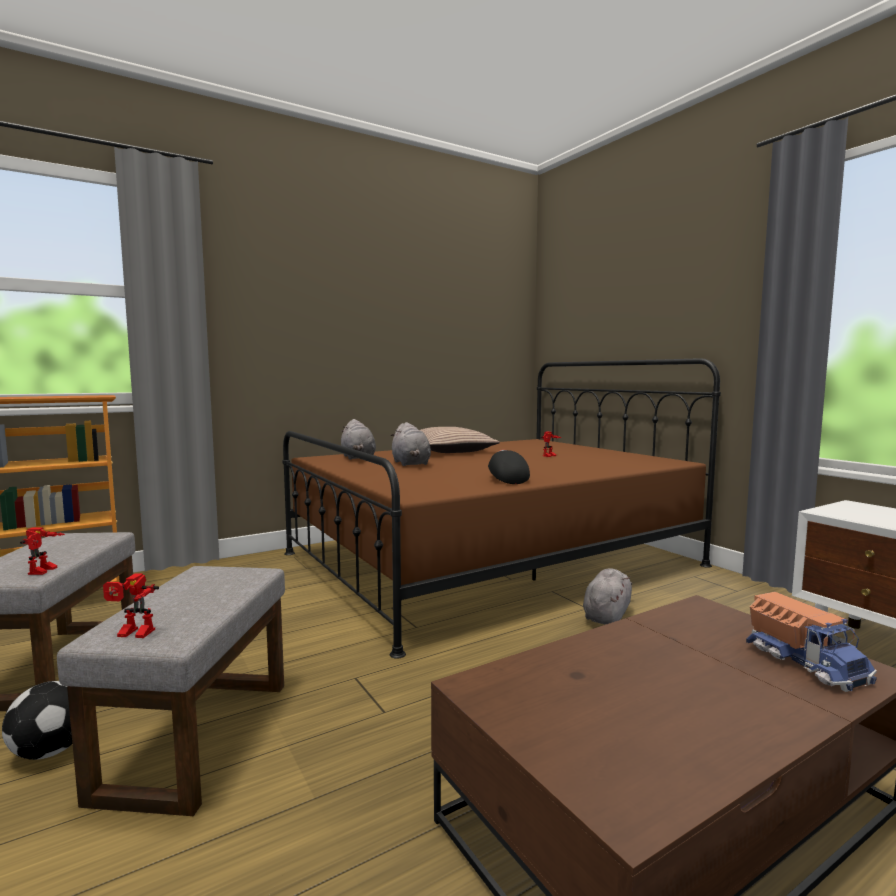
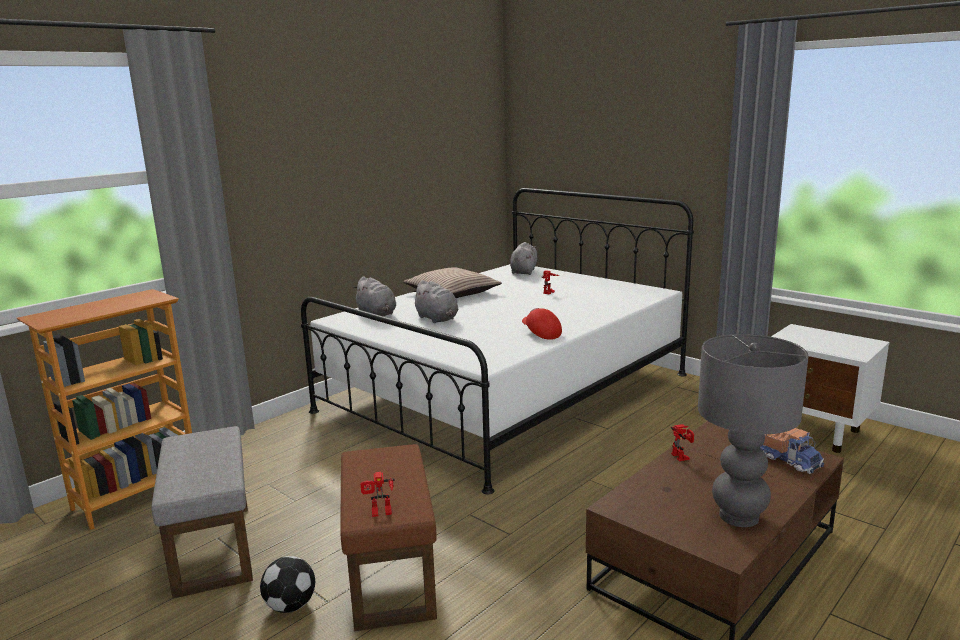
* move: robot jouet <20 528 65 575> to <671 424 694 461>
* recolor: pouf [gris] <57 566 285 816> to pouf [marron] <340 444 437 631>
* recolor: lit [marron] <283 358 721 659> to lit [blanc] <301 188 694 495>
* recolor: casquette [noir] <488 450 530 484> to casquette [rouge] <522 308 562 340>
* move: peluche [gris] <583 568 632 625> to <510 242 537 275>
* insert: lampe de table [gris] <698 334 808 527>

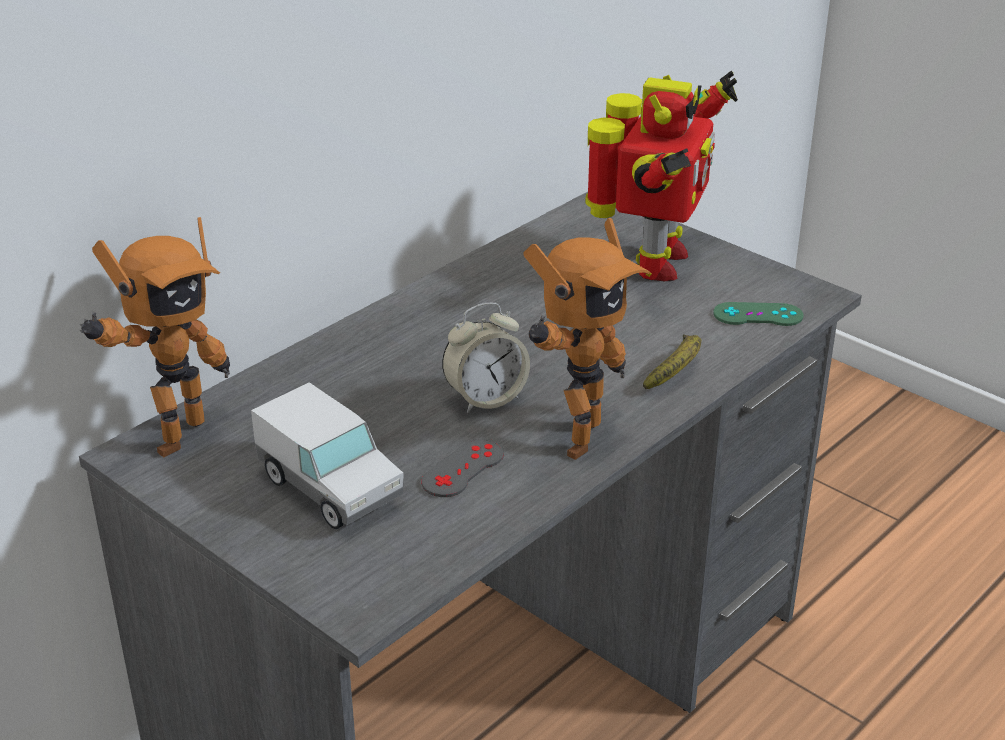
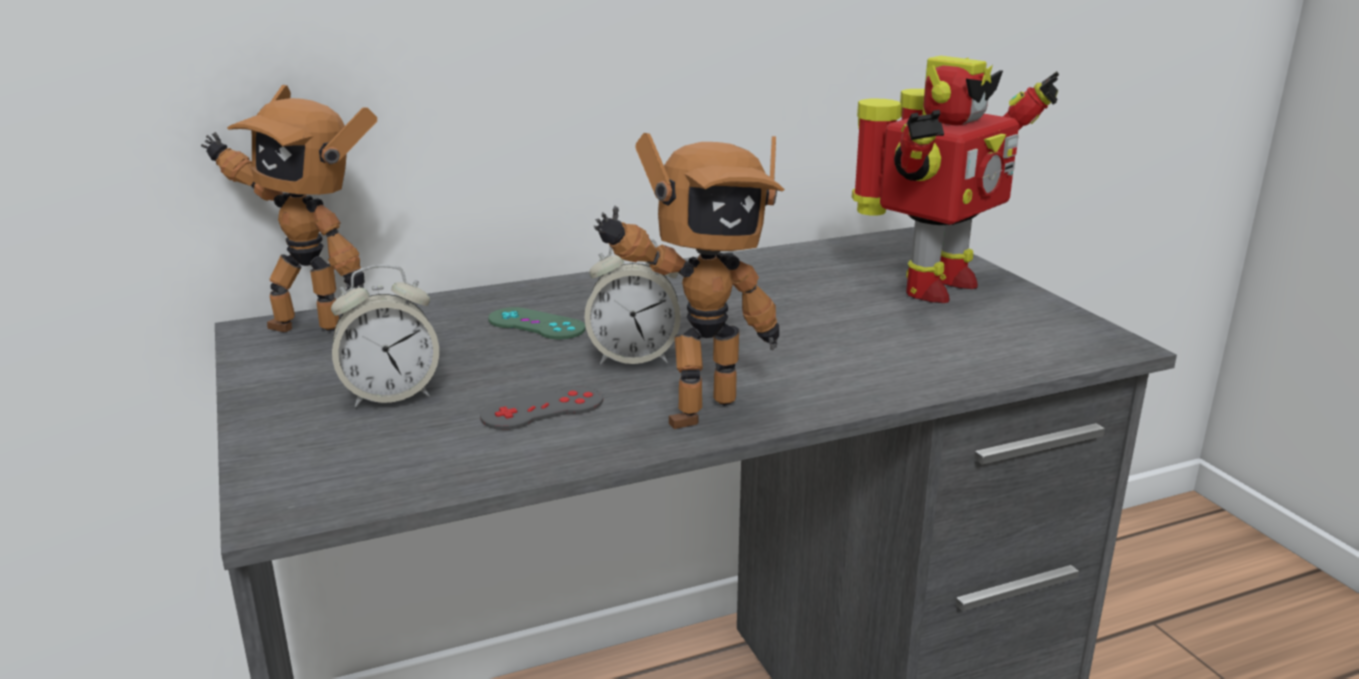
* rotate: robot jouet <80 217 230 457> = <201 85 377 332> 45 degrees clockwise
* replace: camion jouet <251 382 404 529> to réveil <331 265 439 407>
* delete: banane <643 334 701 389>
* move: manette [vert] <713 302 803 326> to <488 307 585 339>

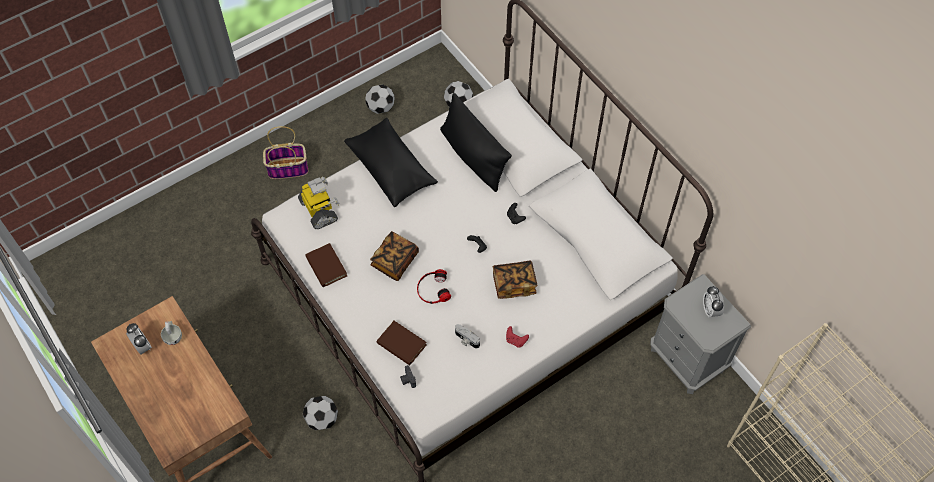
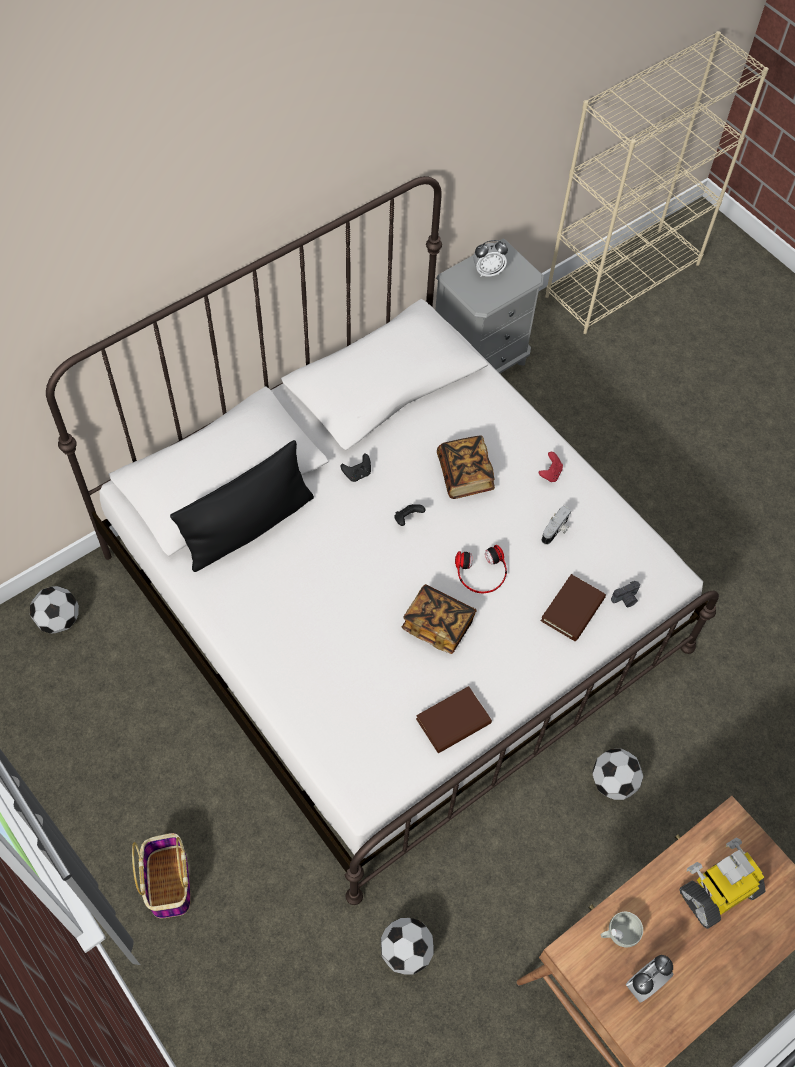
* move: robot jouet <298 177 339 229> to <679 838 766 929>
* delete: coussin [noir] <344 118 438 207>
* move: ballon de foot <365 84 395 114> to <381 918 434 975>

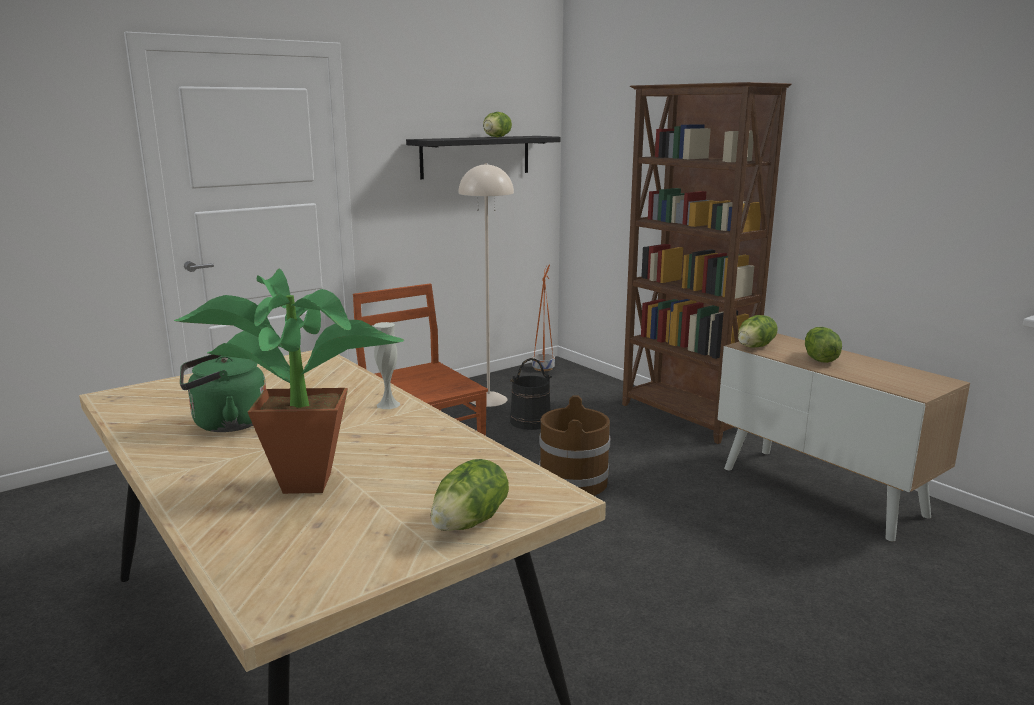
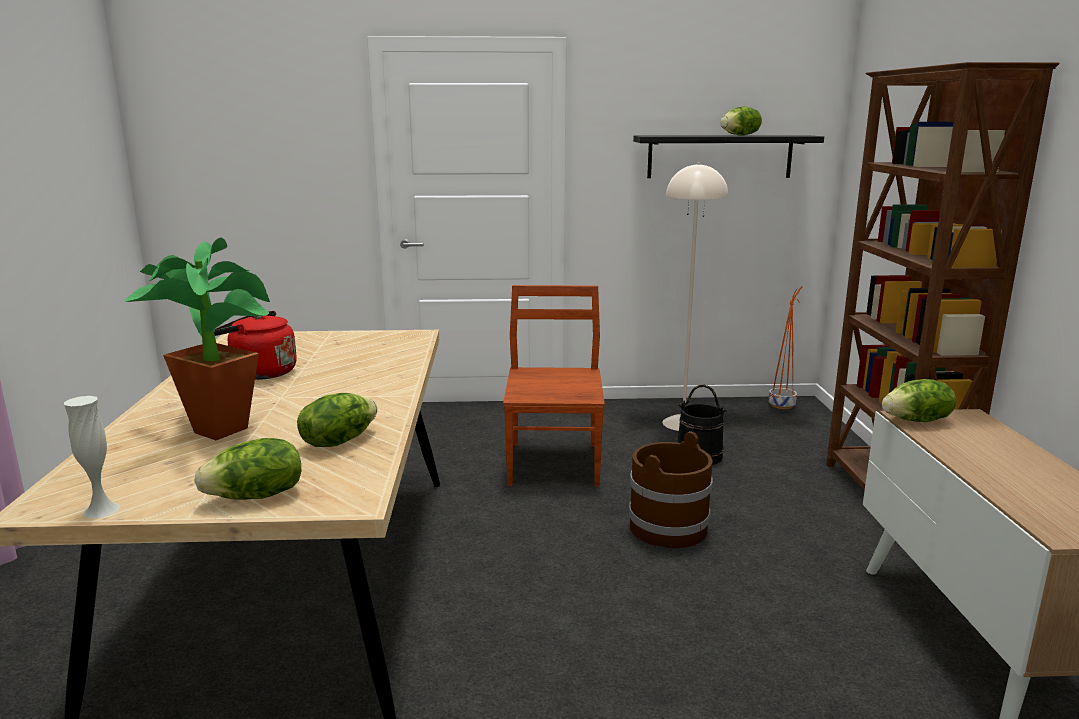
* recolor: bouilloire [vert] <180 354 266 432> to bouilloire [rouge] <214 311 297 380>
* move: vase [blanc] <373 322 400 409> to <64 396 120 518>
* move: laitue <805 327 842 363> to <297 393 377 447>

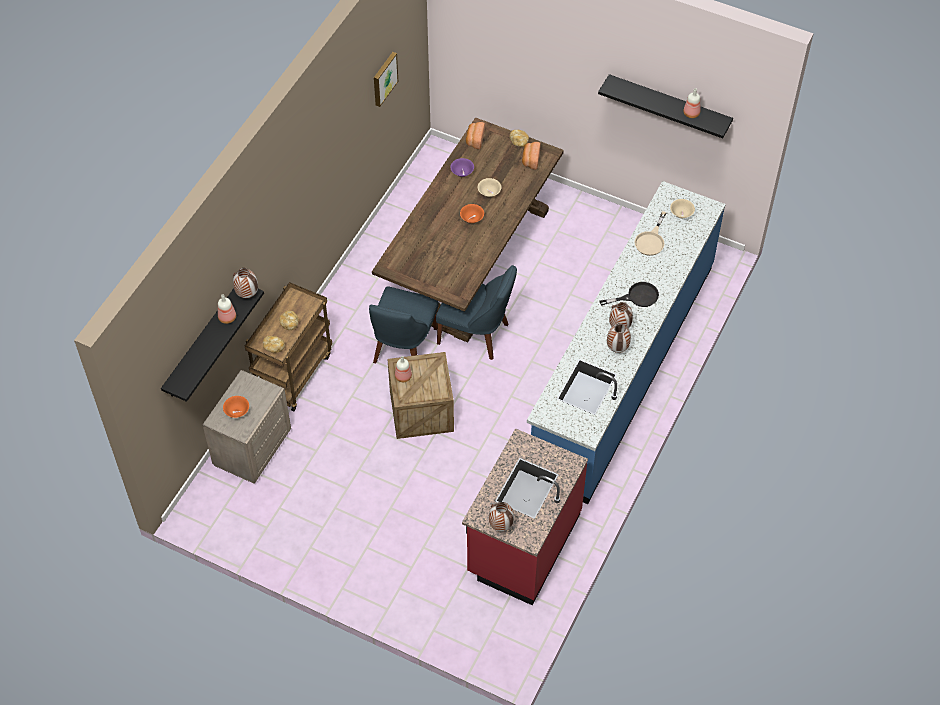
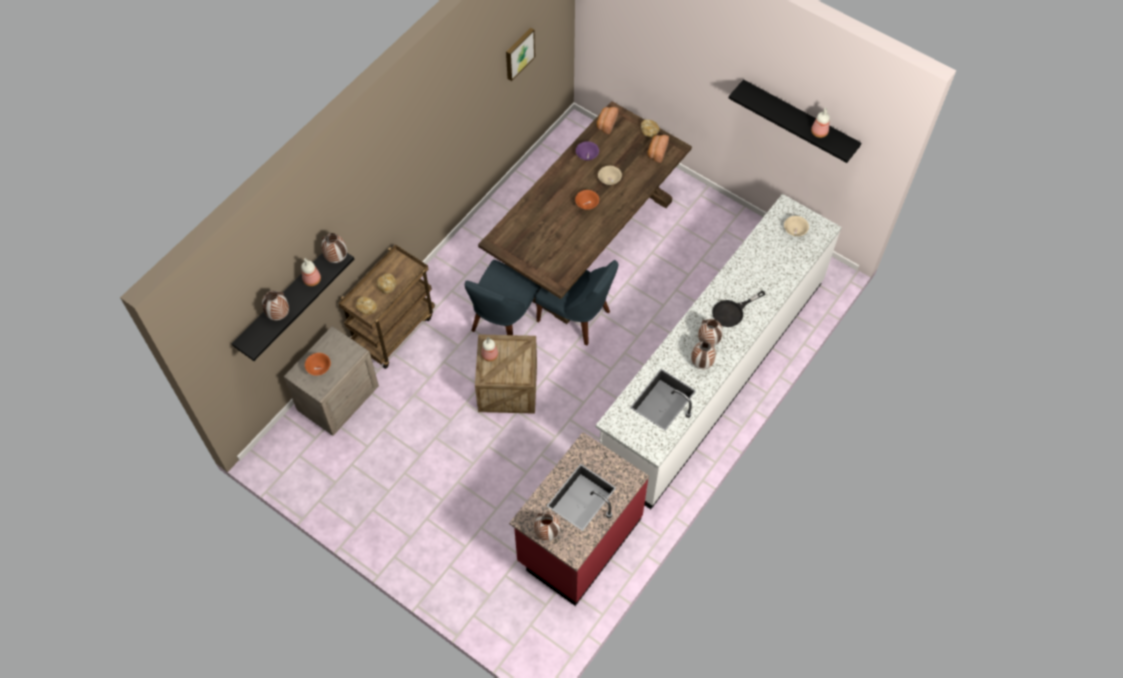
* recolor: comptoir de cuisine [bleu] <527 181 726 504> to comptoir de cuisine [blanc] <596 194 842 509>
* rotate: poêle [noir] <600 282 659 307> = <712 290 765 327> 150 degrees clockwise
* delete: poêle [beige] <635 211 666 256>
* insert: vase <262 290 289 321>

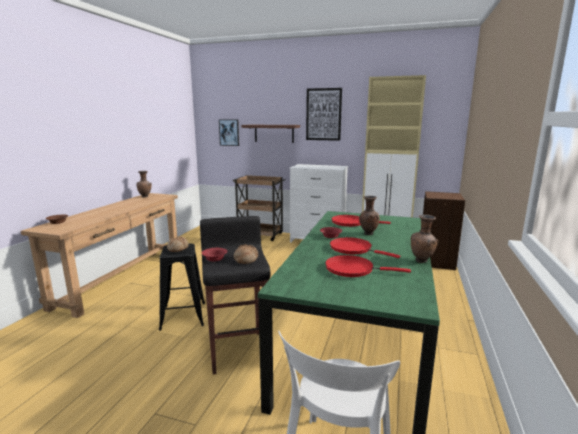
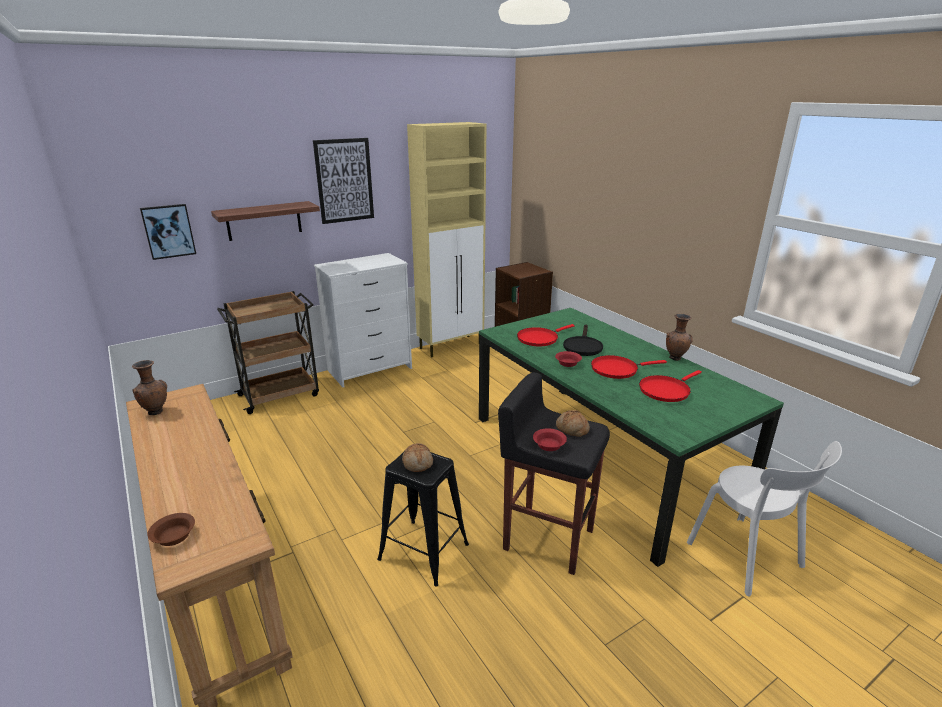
* replace: vase [marron] <359 196 380 235> to poêle [noir] <563 325 603 356>

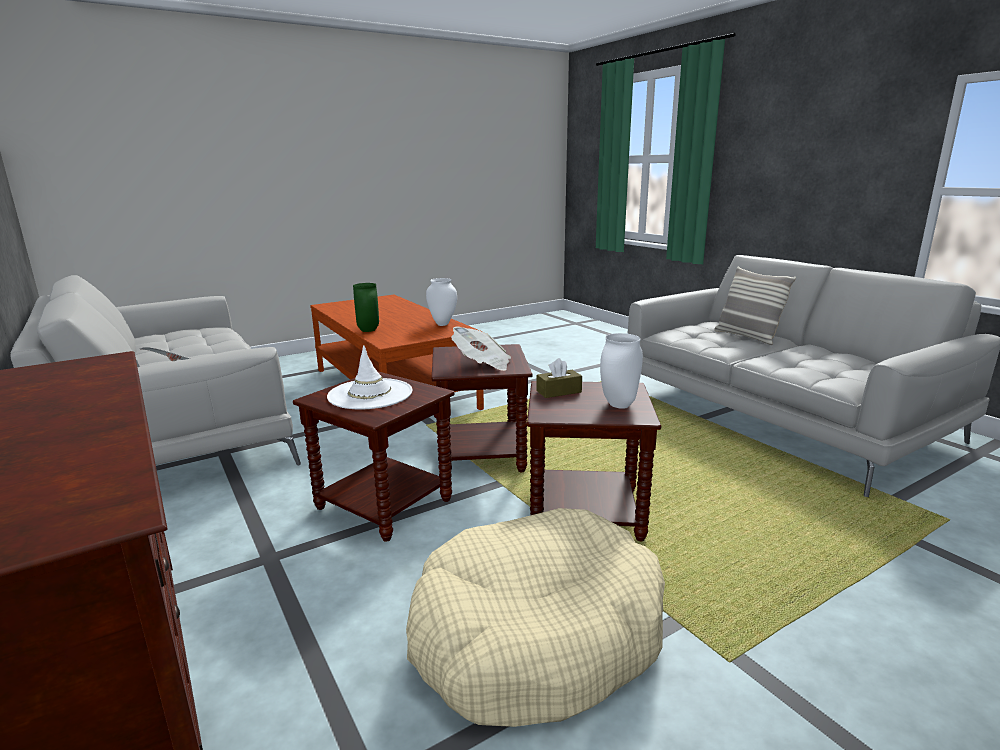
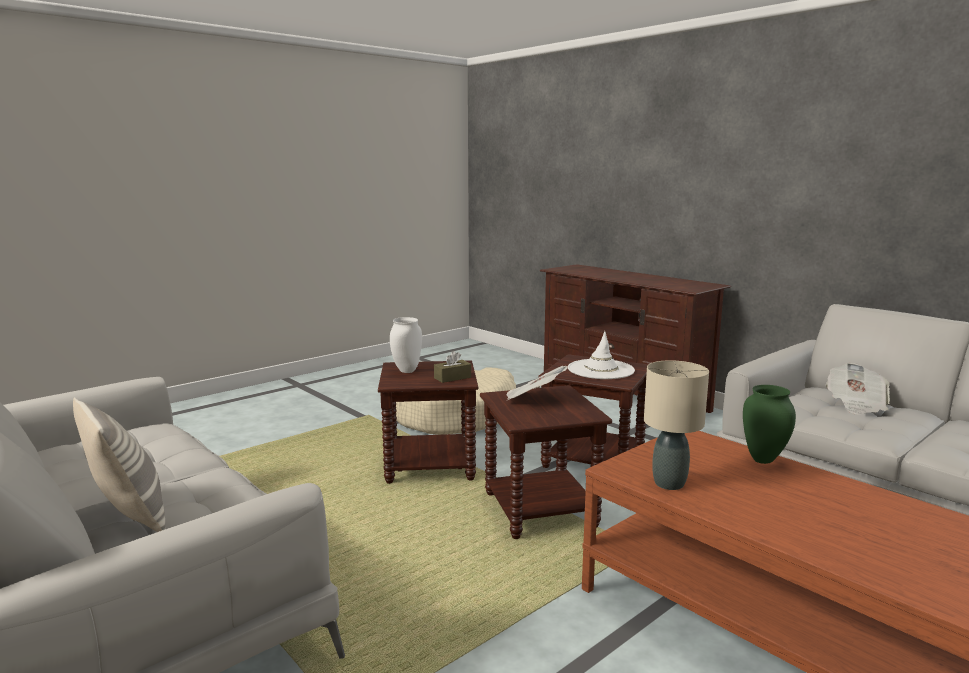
* replace: vase [blanc] <426 278 457 326> to lampe de table [beige] <644 360 709 490>

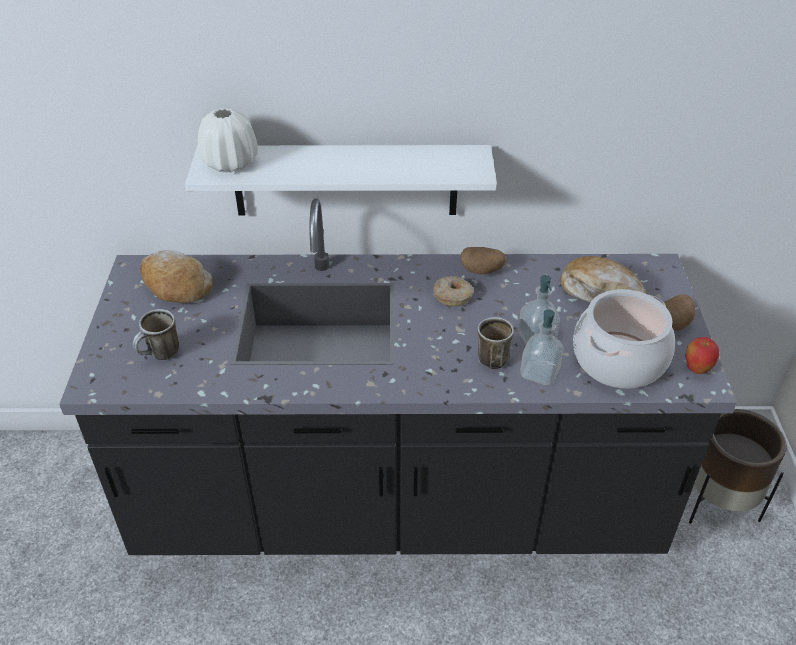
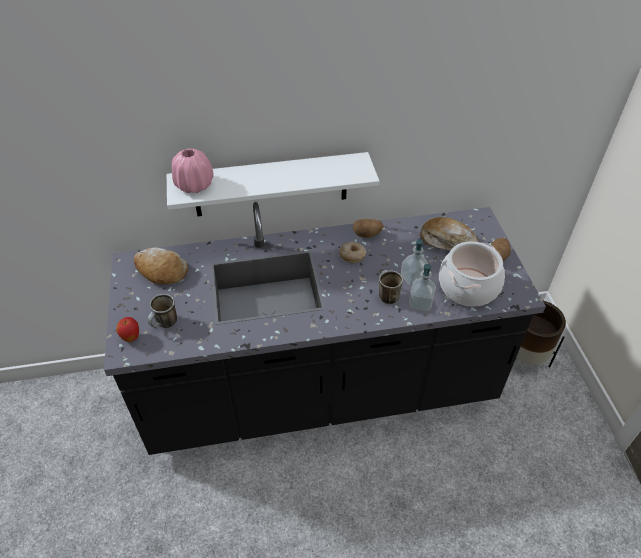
* recolor: vase [blanc] <198 108 258 172> to vase [rose] <172 148 214 193>
* move: pomme <685 337 719 374> to <116 317 139 342>

